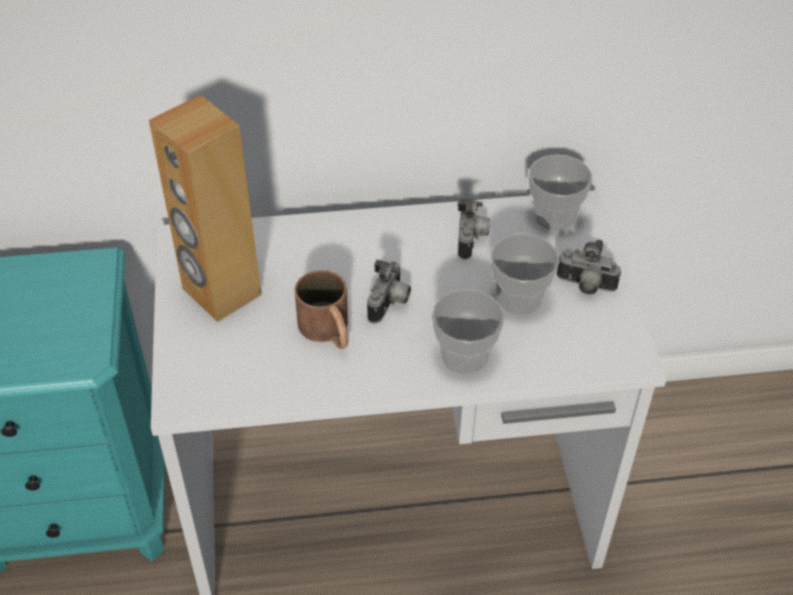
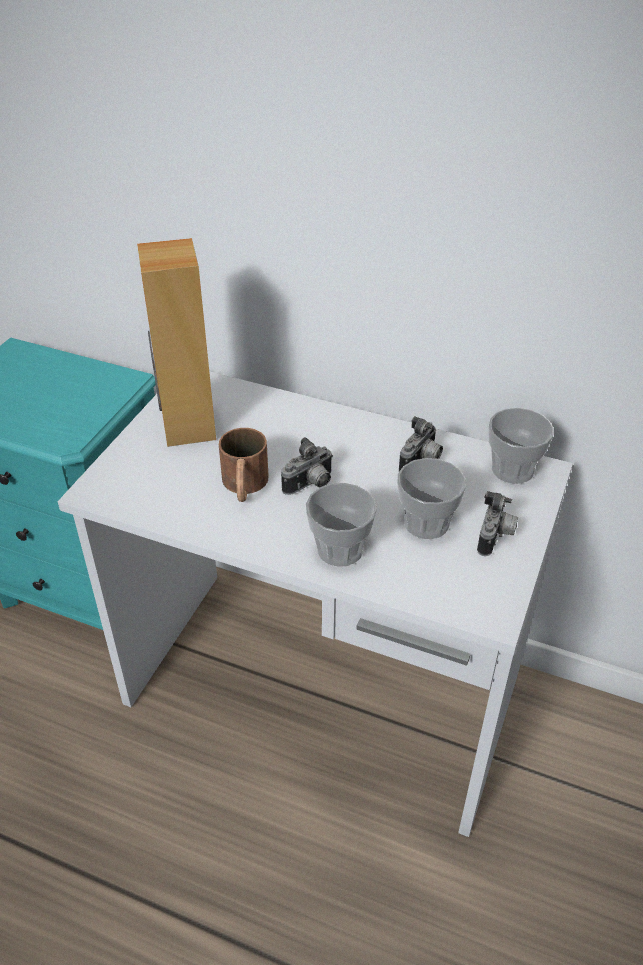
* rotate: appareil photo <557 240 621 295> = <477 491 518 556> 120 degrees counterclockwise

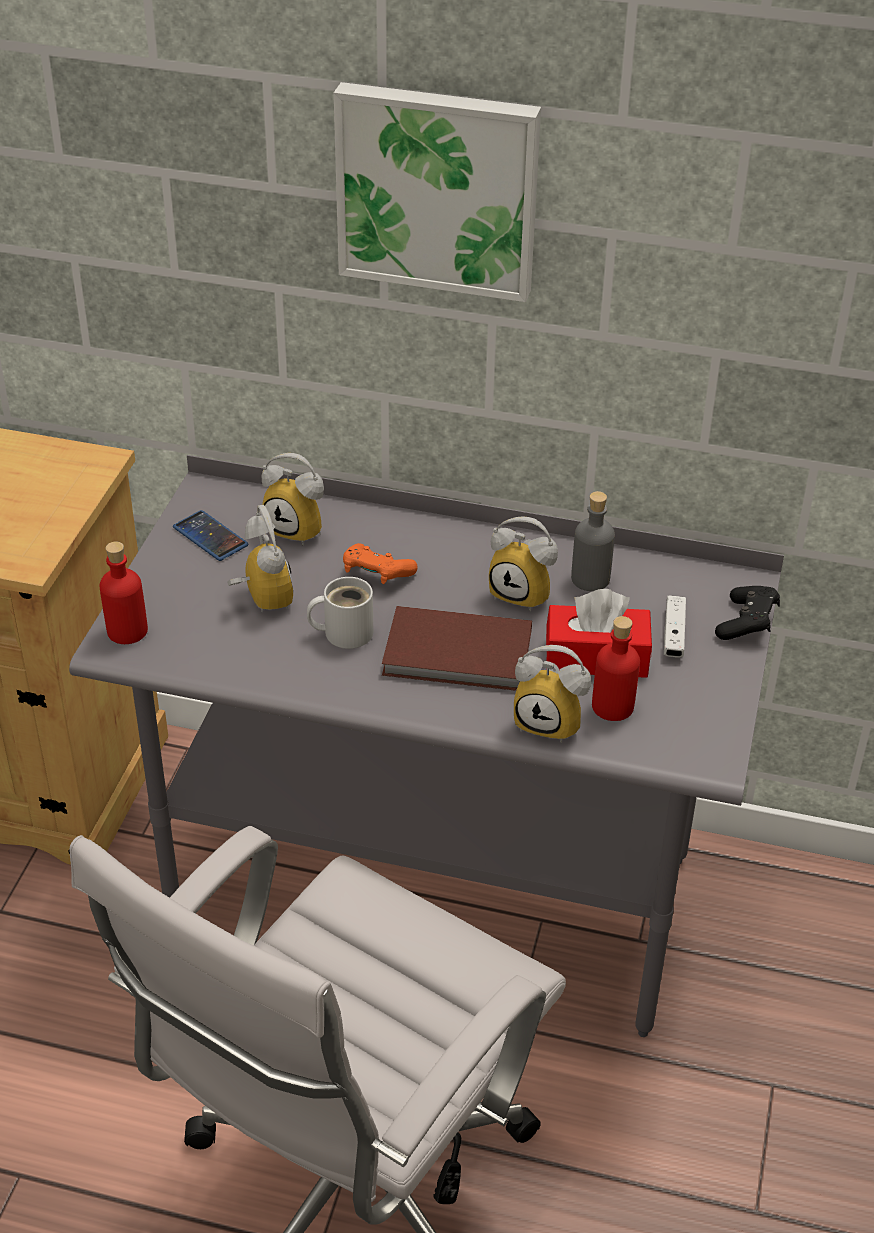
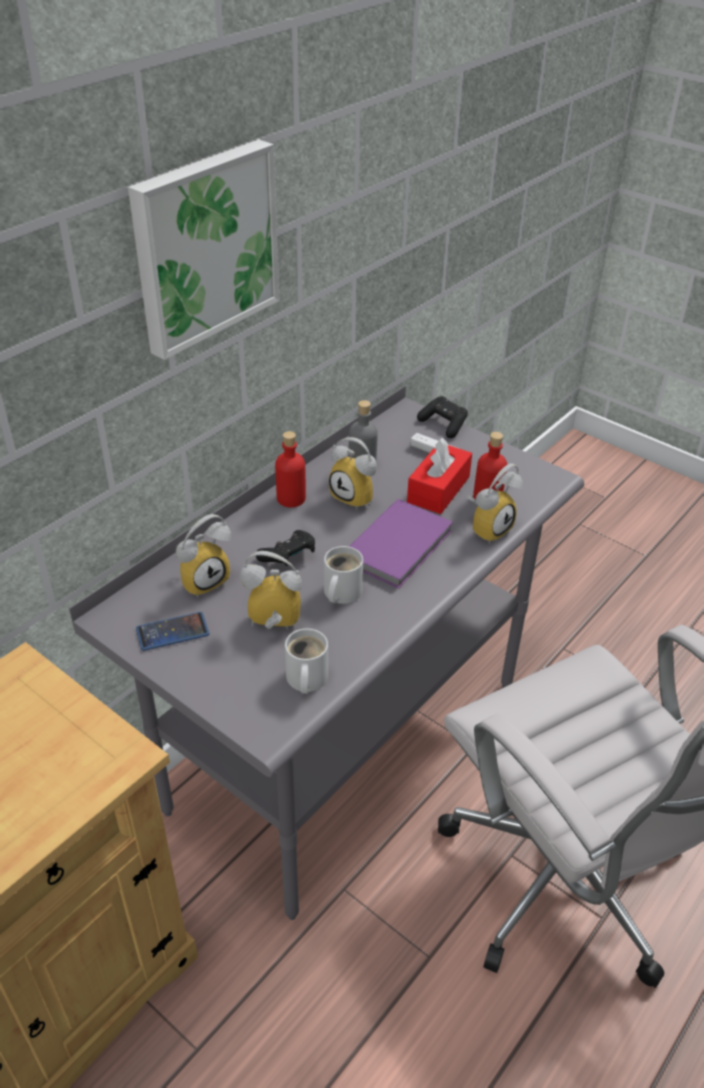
* move: bouteille [rouge] <99 542 148 644> to <275 431 306 507>
* recolor: manette [orange] <343 543 418 584> to manette [noir] <256 530 315 566>
* recolor: livre [marron] <382 606 532 691> to livre [violet] <349 499 453 589>
* rotate: réveil <489 516 558 612> = <329 437 377 510> 75 degrees clockwise
* insert: mug [blanc] <285 628 328 694>

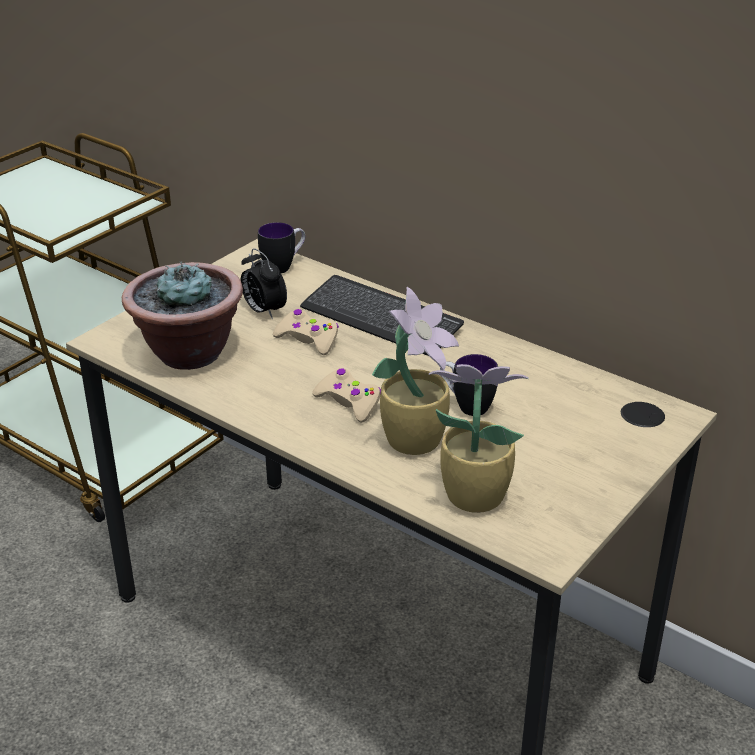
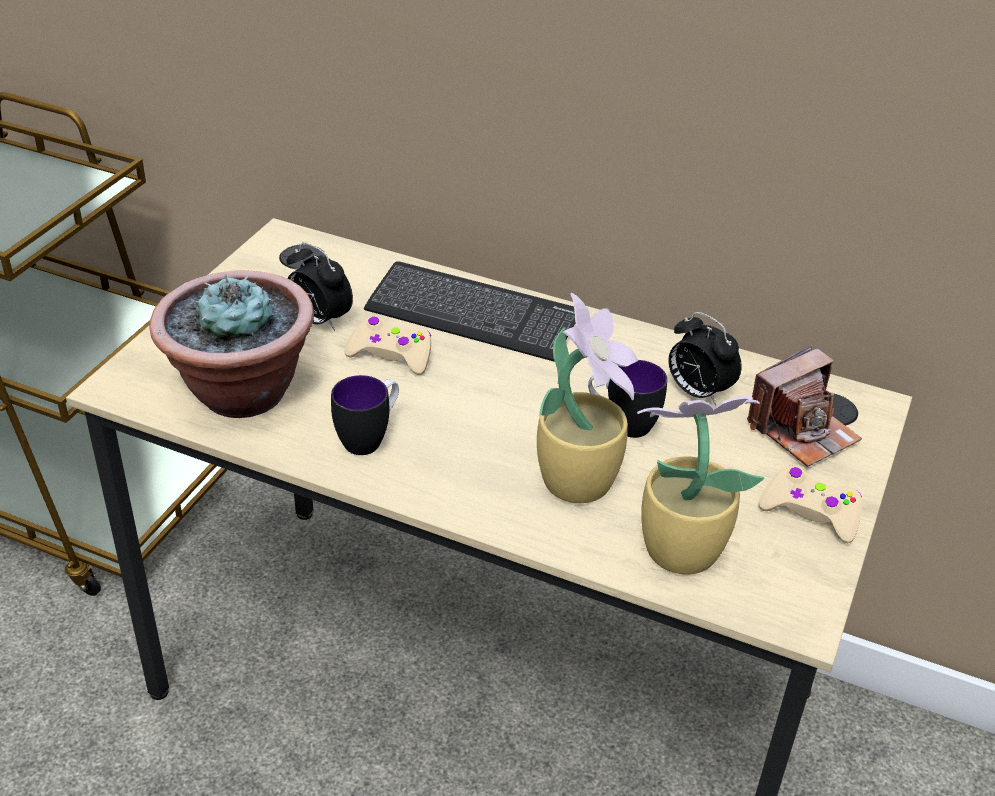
* move: mug <258 222 305 274> to <331 375 399 455>
* move: manette [beige] <312 368 381 423> to <759 466 862 543>
* insert: réveil <668 312 741 406>
* insert: appareil photo <747 345 862 467>

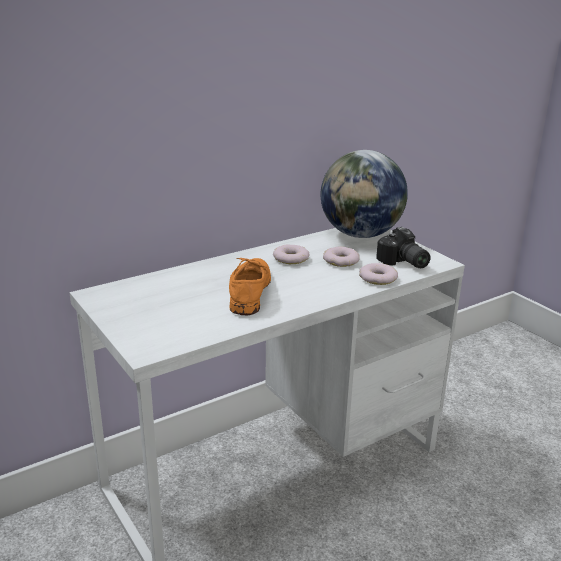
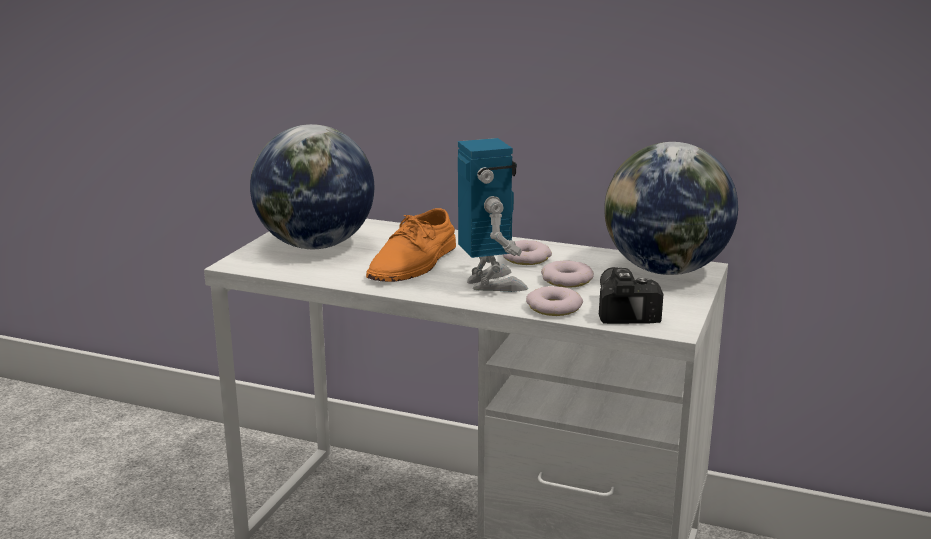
* rotate: chaussure [orange] <229 258 271 316> = <366 208 456 282> 150 degrees clockwise
* rotate: appareil photo <376 227 431 268> = <599 267 663 324> 150 degrees clockwise
* insert: globe <250 124 374 249>
* insert: robot jouet <458 138 528 292>

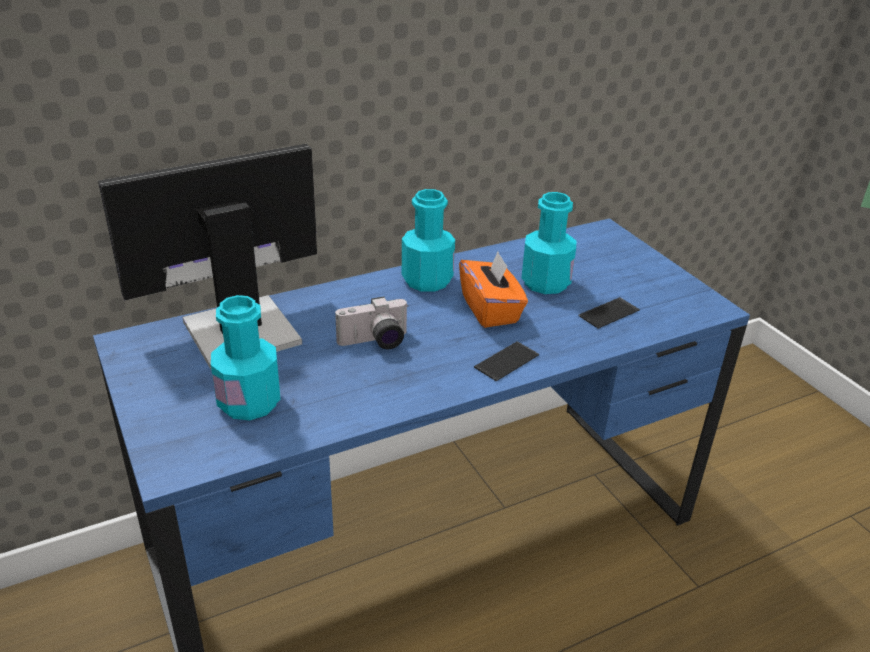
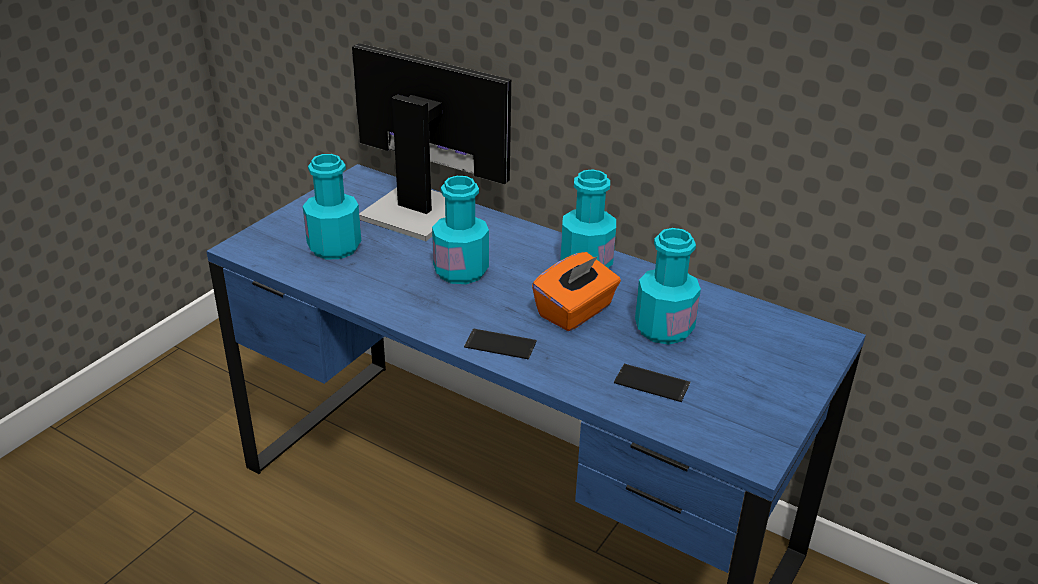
* replace: appareil photo <335 296 409 349> to bouteille [turquoise] <432 176 489 284>

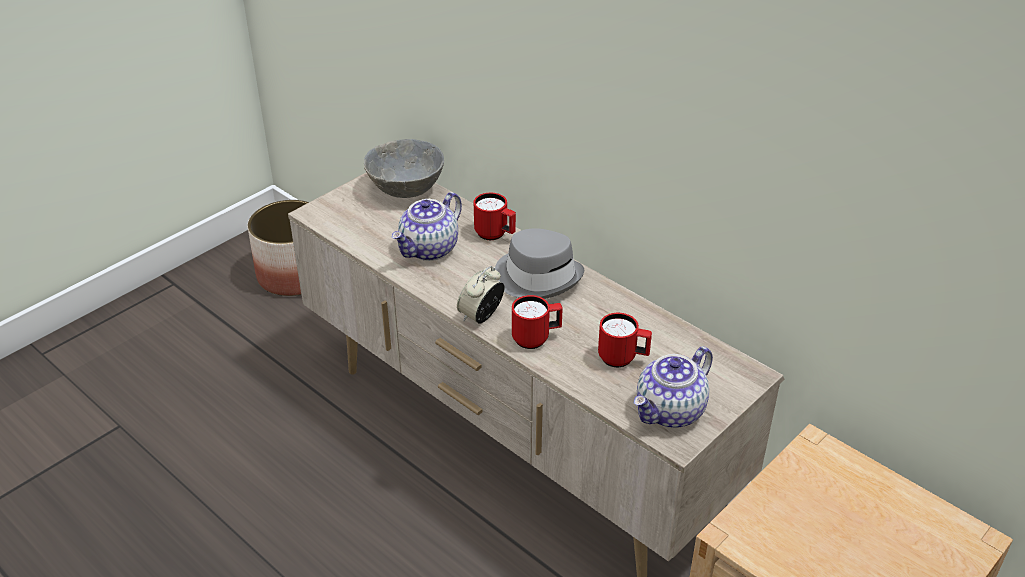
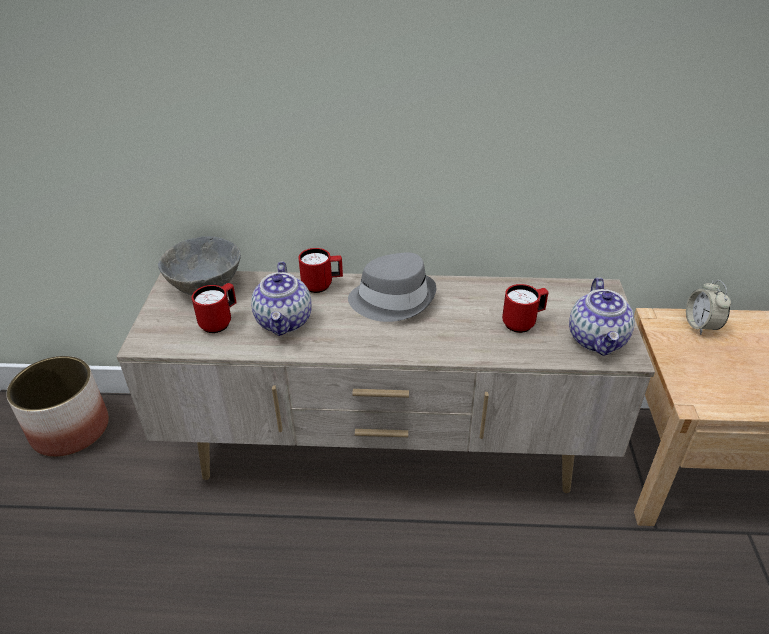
* move: réveil <457 266 504 324> to <686 280 731 335>
* move: mug [rouge] <512 295 563 349> to <192 283 237 333>

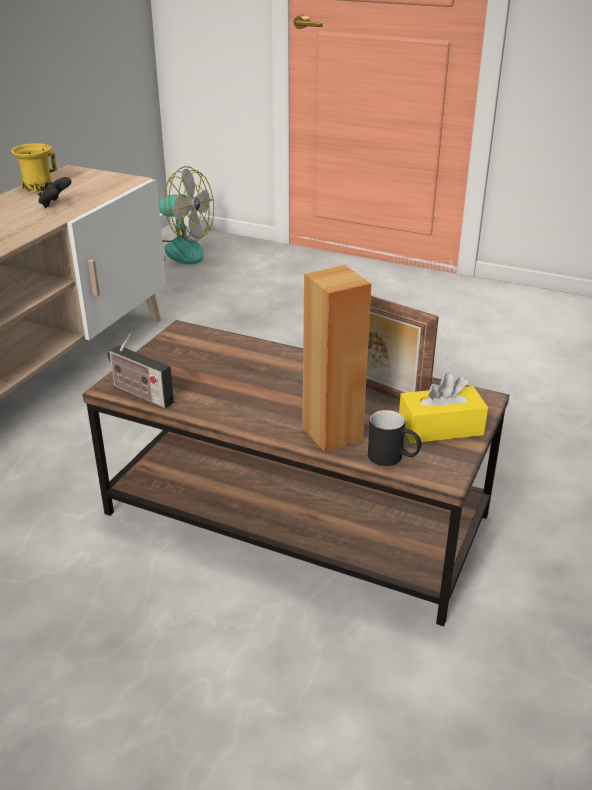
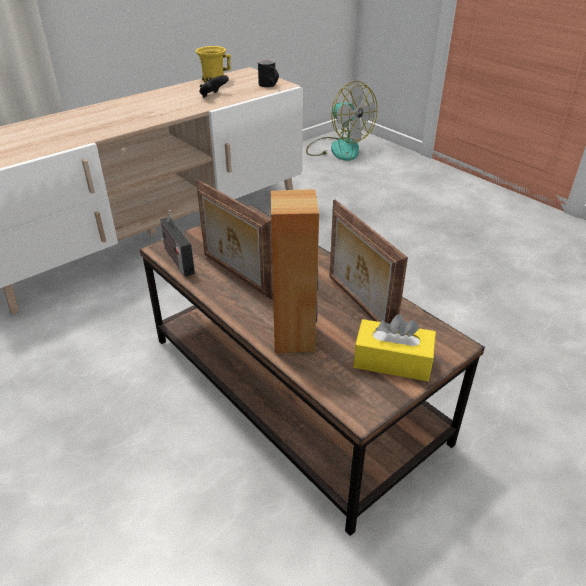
* move: mug [noir] <368 410 422 466> to <258 60 279 87>
* insert: cadre photo <196 180 273 300>

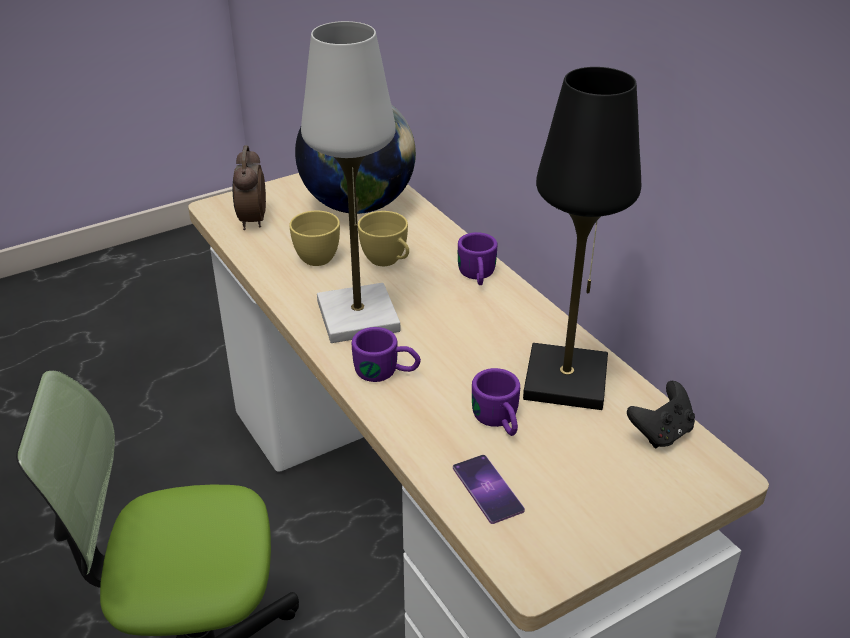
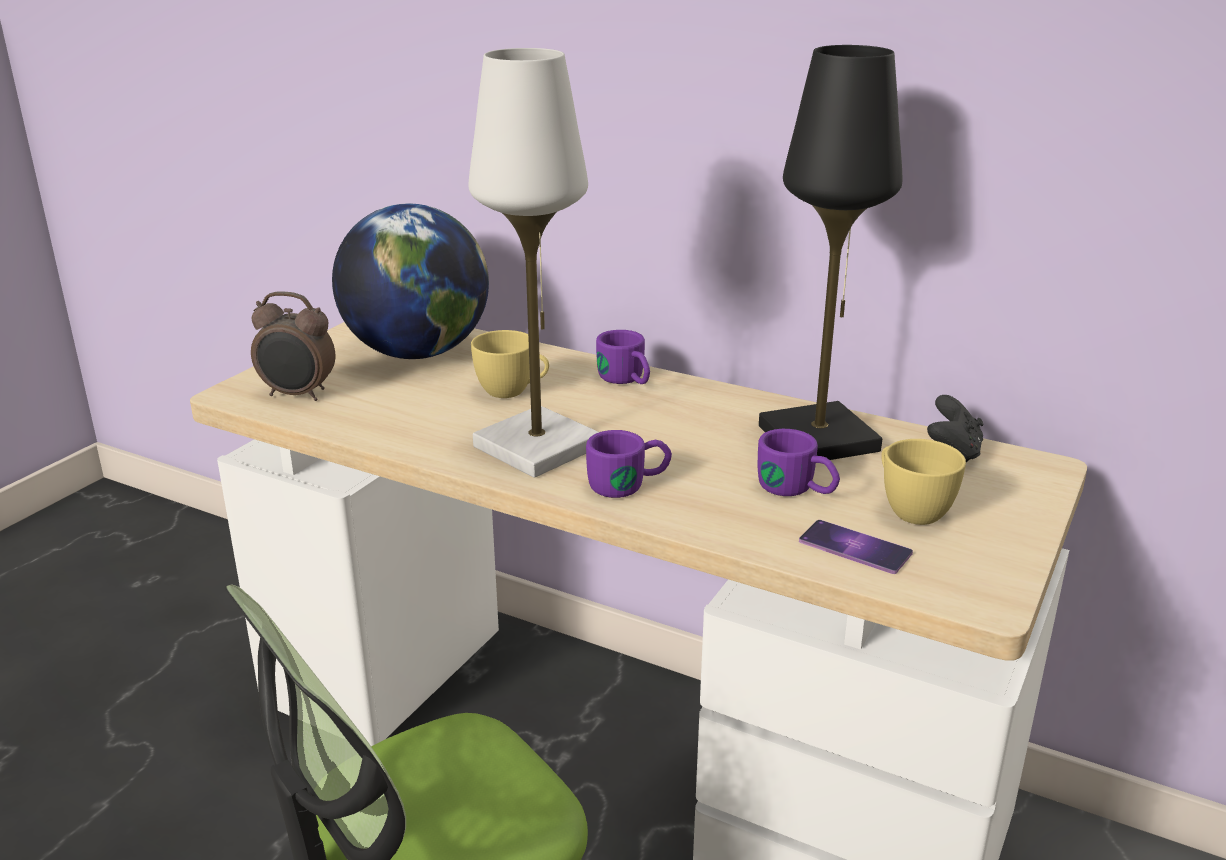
* rotate: réveil <233 145 266 230> = <251 291 335 401> 45 degrees counterclockwise
* move: tasse [jaune] <289 211 340 266> to <881 439 966 525>

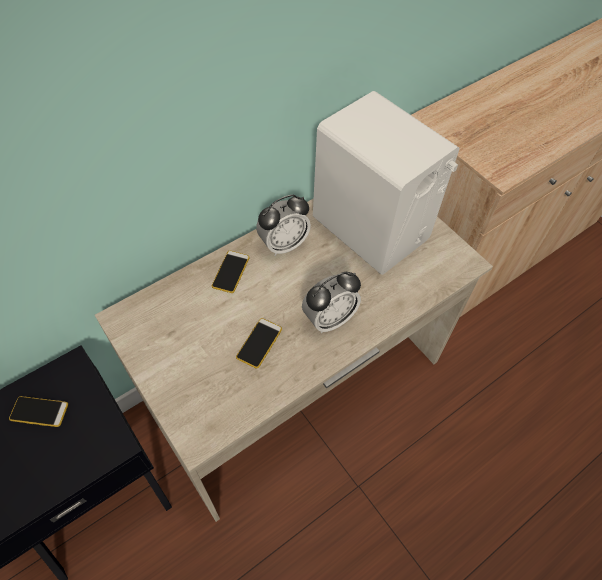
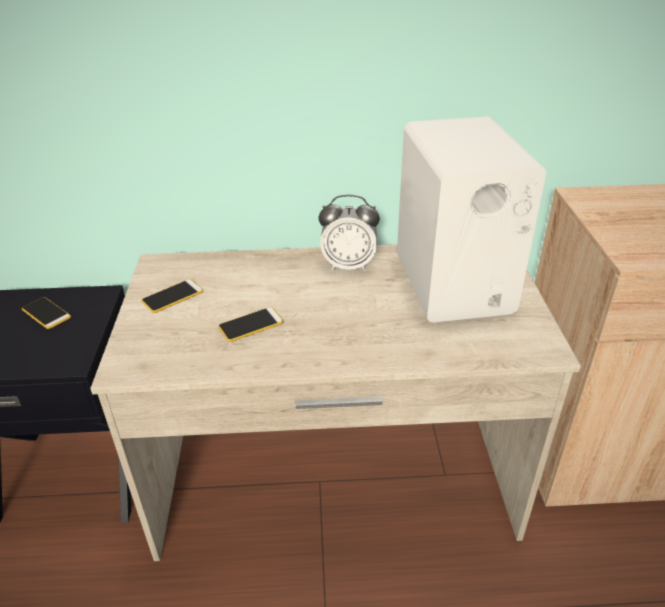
* move: téléphone <211 251 250 293> to <141 279 203 313>
* delete: réveil <302 272 361 333>

